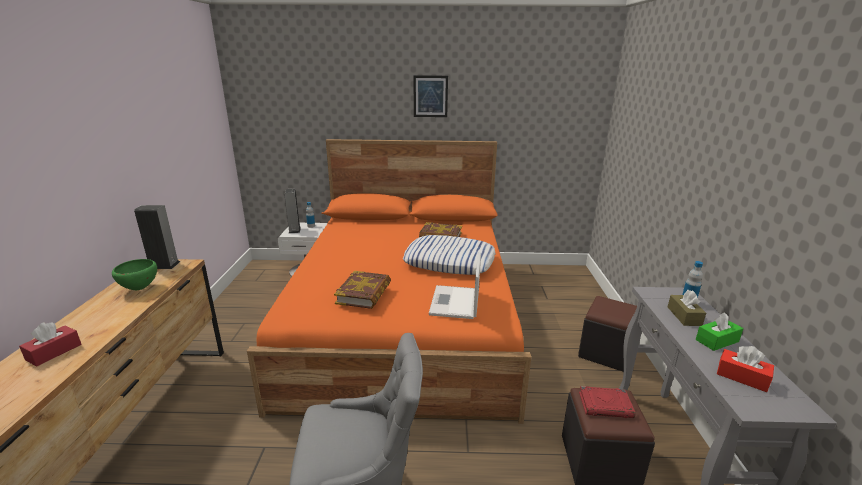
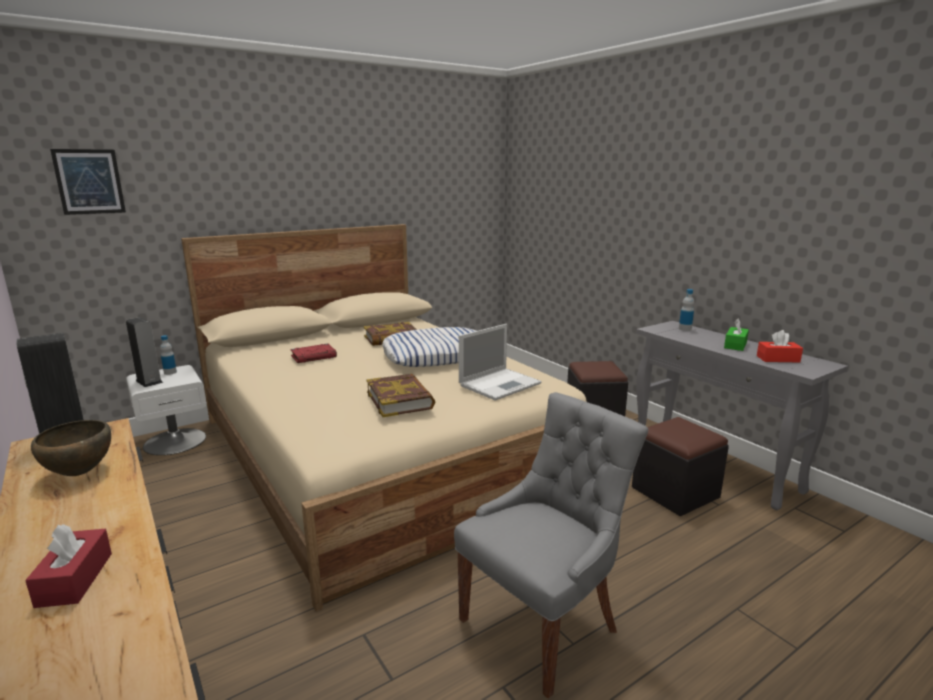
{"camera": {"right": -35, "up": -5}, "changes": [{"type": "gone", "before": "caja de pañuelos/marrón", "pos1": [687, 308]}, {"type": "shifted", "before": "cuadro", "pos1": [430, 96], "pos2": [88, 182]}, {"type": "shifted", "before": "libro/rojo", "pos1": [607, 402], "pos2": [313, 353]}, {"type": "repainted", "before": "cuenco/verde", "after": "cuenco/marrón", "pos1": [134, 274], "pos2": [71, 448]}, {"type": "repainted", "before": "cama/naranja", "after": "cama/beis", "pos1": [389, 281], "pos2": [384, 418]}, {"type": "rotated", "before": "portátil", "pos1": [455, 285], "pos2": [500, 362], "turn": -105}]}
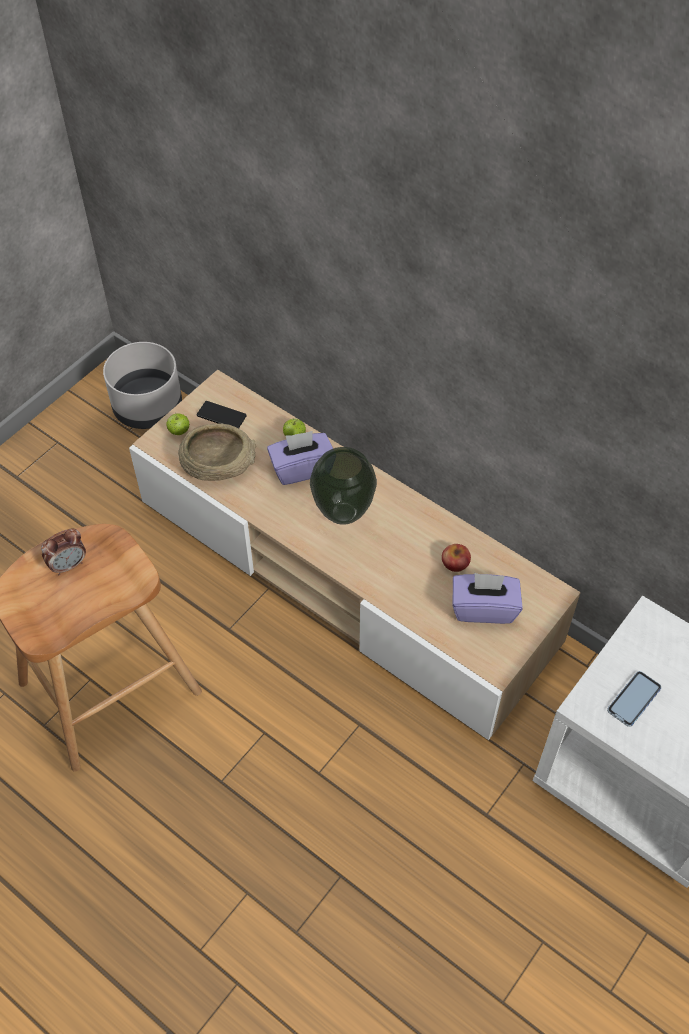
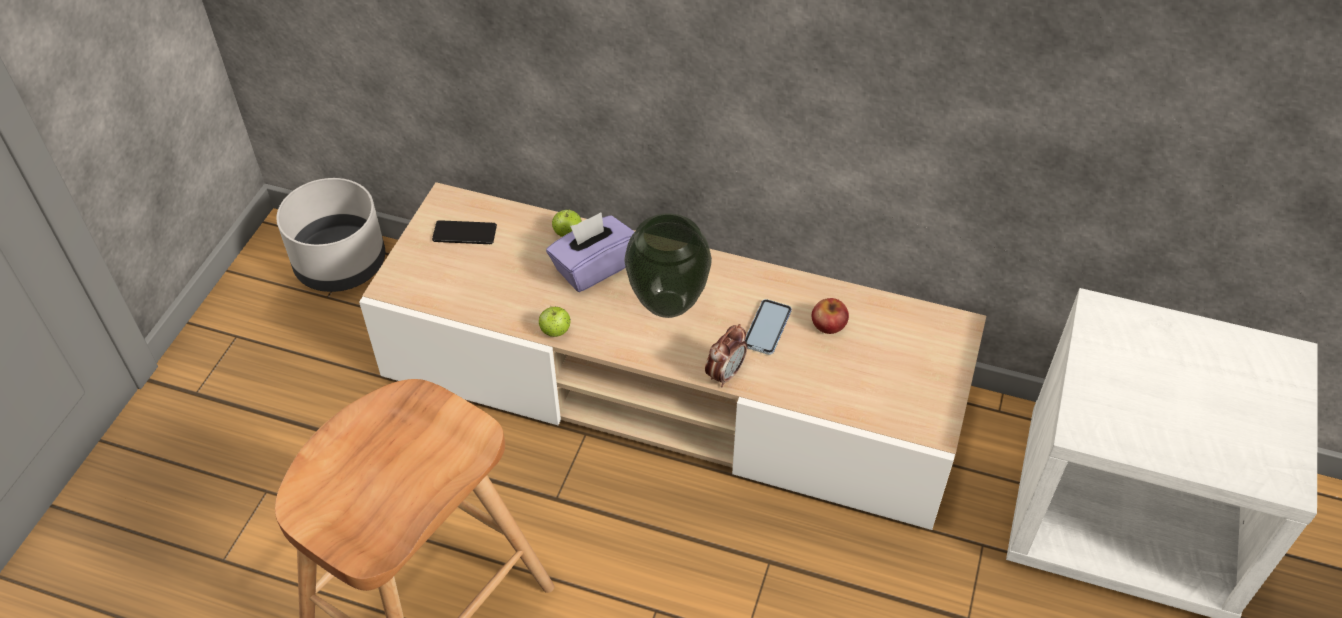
{"camera": {"right": -20, "up": -5}, "changes": [{"type": "gone", "before": "cuenco/beis", "pos1": [217, 452]}, {"type": "gone", "before": "caja de pañuelos/morado", "pos1": [488, 598]}, {"type": "shifted", "before": "despertador", "pos1": [63, 552], "pos2": [726, 356]}, {"type": "shifted", "before": "manzana", "pos1": [177, 423], "pos2": [554, 321]}, {"type": "shifted", "before": "móvil", "pos1": [634, 699], "pos2": [768, 327]}]}
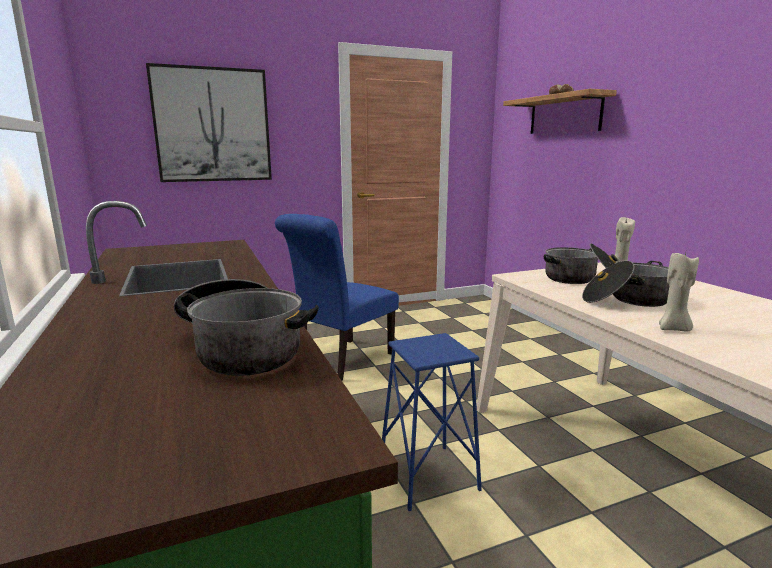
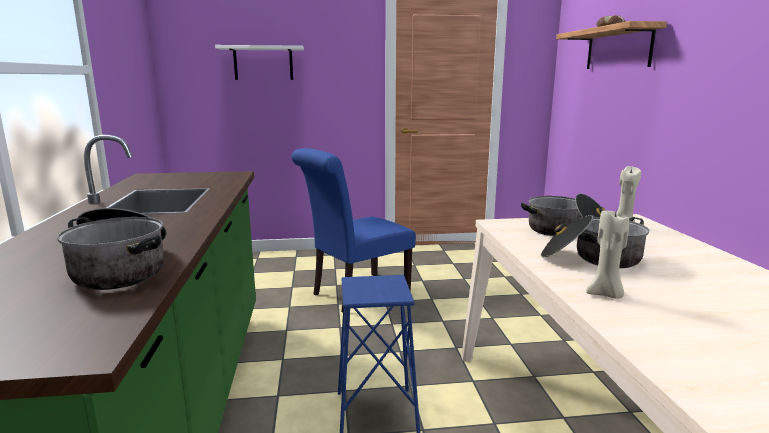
{"camera": {"right": 15, "up": 0}, "changes": [{"type": "swapped", "before": "cuadro", "after": "estante/blanco", "pos1": [209, 122], "pos2": [259, 62]}]}
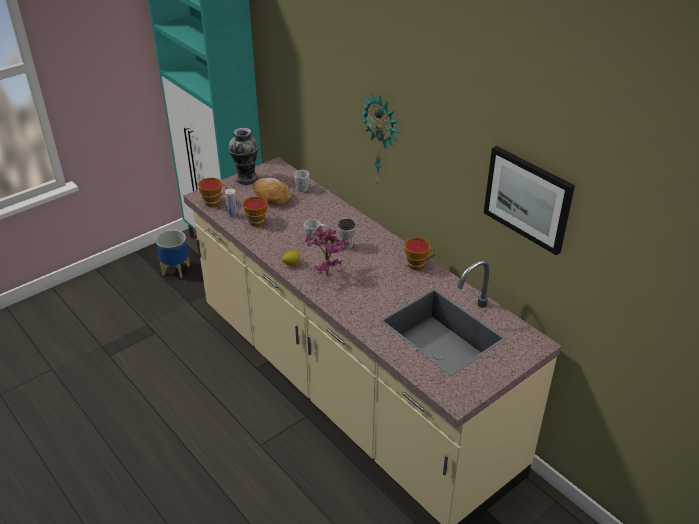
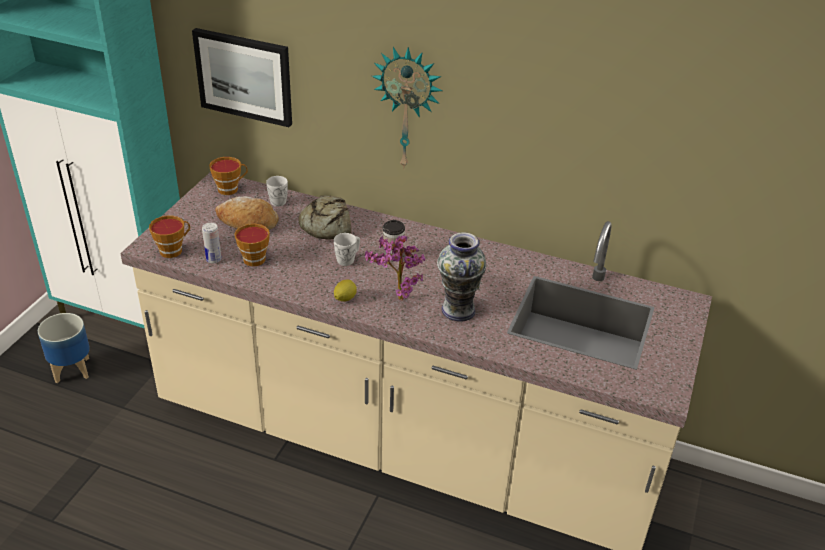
{"camera": {"right": -30, "up": 0}, "changes": [{"type": "new", "after": "pan", "pos2": [324, 217]}, {"type": "shifted", "before": "florero", "pos1": [243, 156], "pos2": [462, 277]}, {"type": "shifted", "before": "taza", "pos1": [419, 254], "pos2": [228, 176]}, {"type": "shifted", "before": "cuadro", "pos1": [529, 200], "pos2": [242, 77]}]}
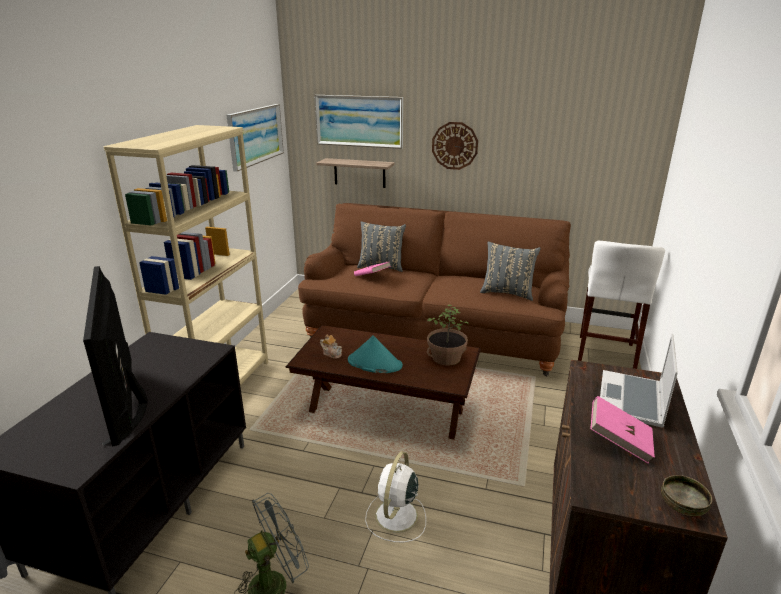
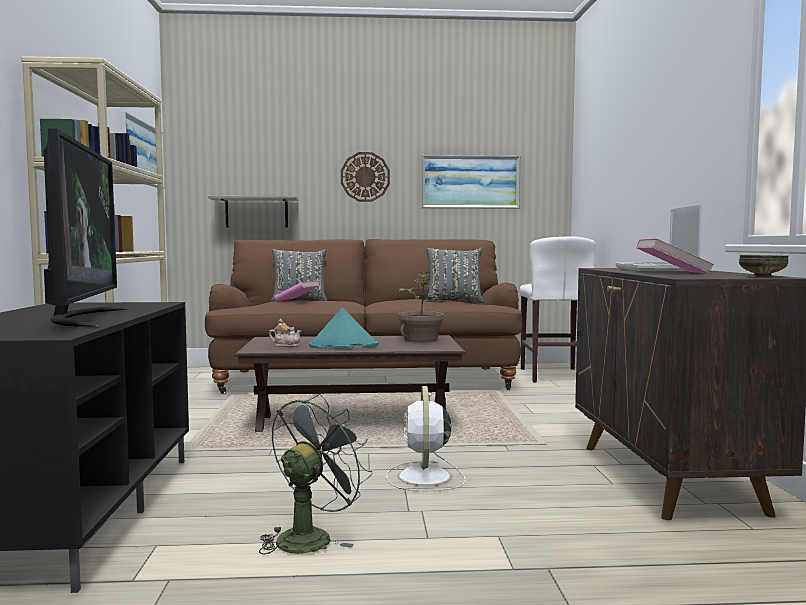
{"camera": {"right": -20, "up": -20}, "changes": [{"type": "shifted", "before": "cuadro", "pos1": [358, 122], "pos2": [471, 182]}, {"type": "rotated", "before": "televisor", "pos1": [115, 356], "pos2": [85, 227], "turn": -150}]}
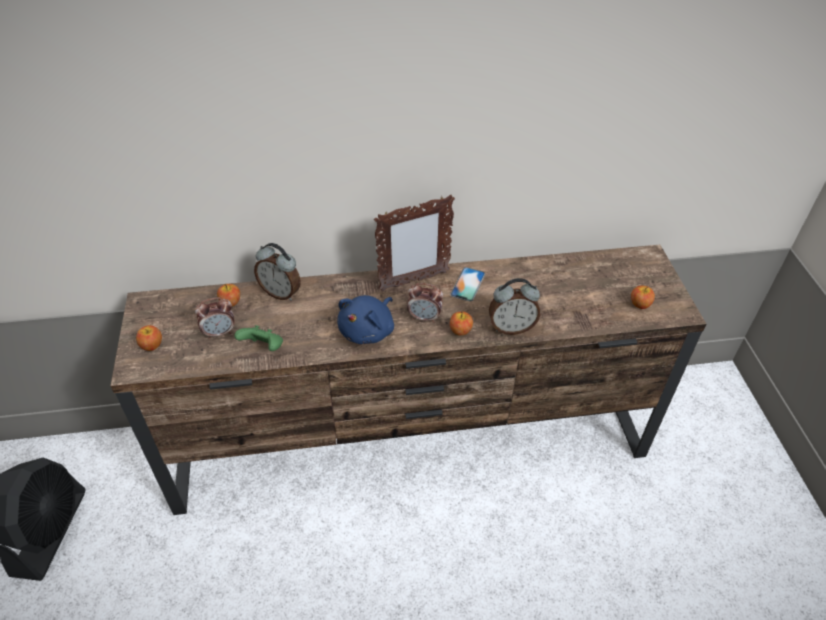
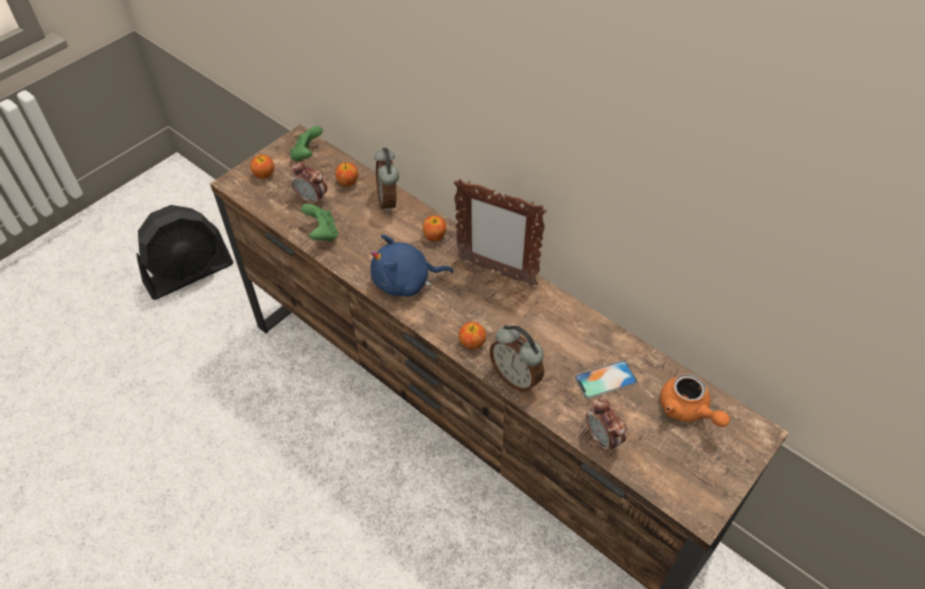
{"camera": {"right": 50, "up": 5}, "changes": [{"type": "new", "after": "mando de consola/verde", "pos2": [306, 144]}, {"type": "new", "after": "tetera/naranja", "pos2": [695, 400]}, {"type": "shifted", "before": "despertador", "pos1": [425, 303], "pos2": [606, 425]}, {"type": "shifted", "before": "móvil", "pos1": [467, 284], "pos2": [606, 379]}, {"type": "shifted", "before": "manzana", "pos1": [643, 297], "pos2": [434, 228]}]}
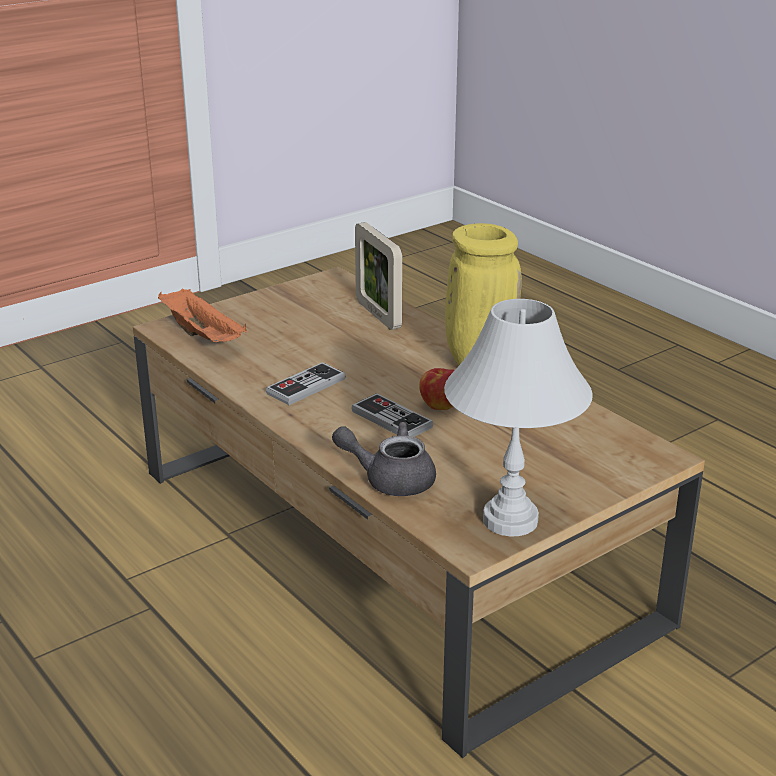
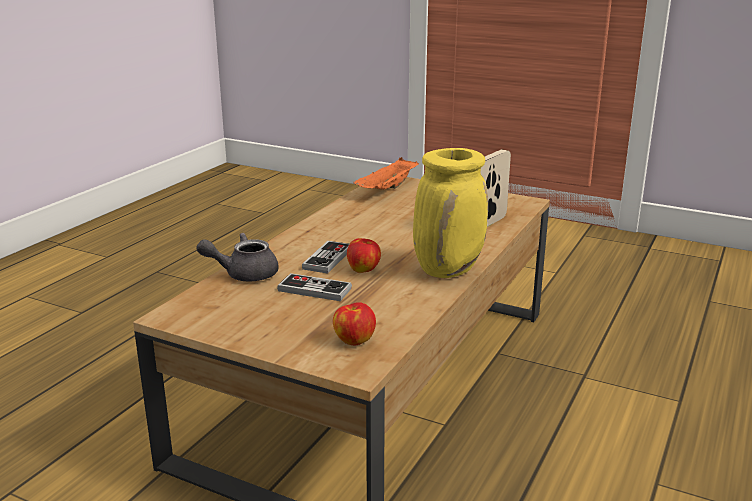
{"camera": {"right": 65, "up": -5}, "changes": [{"type": "gone", "before": "lámpara de mesa/blanco", "pos1": [518, 418]}, {"type": "new", "after": "manzana", "pos2": [354, 323]}, {"type": "shifted", "before": "mando de consola", "pos1": [305, 383], "pos2": [314, 287]}, {"type": "rotated", "before": "tetera/gris", "pos1": [384, 459], "pos2": [237, 257], "turn": -90}]}
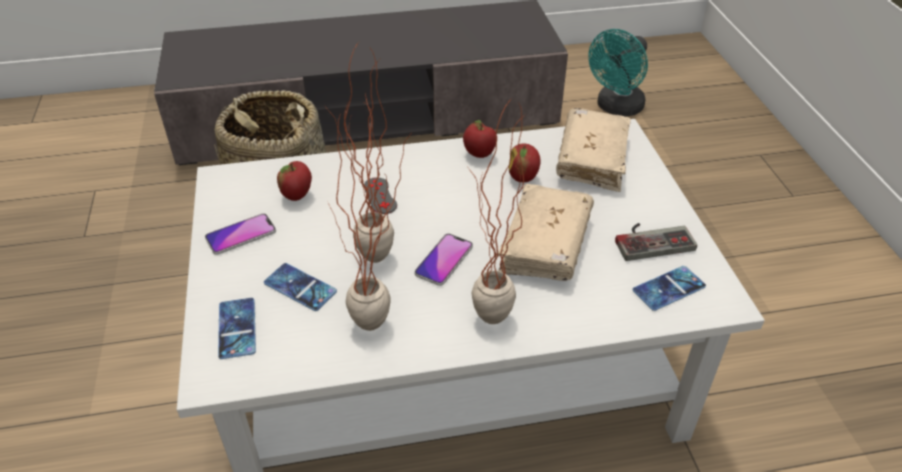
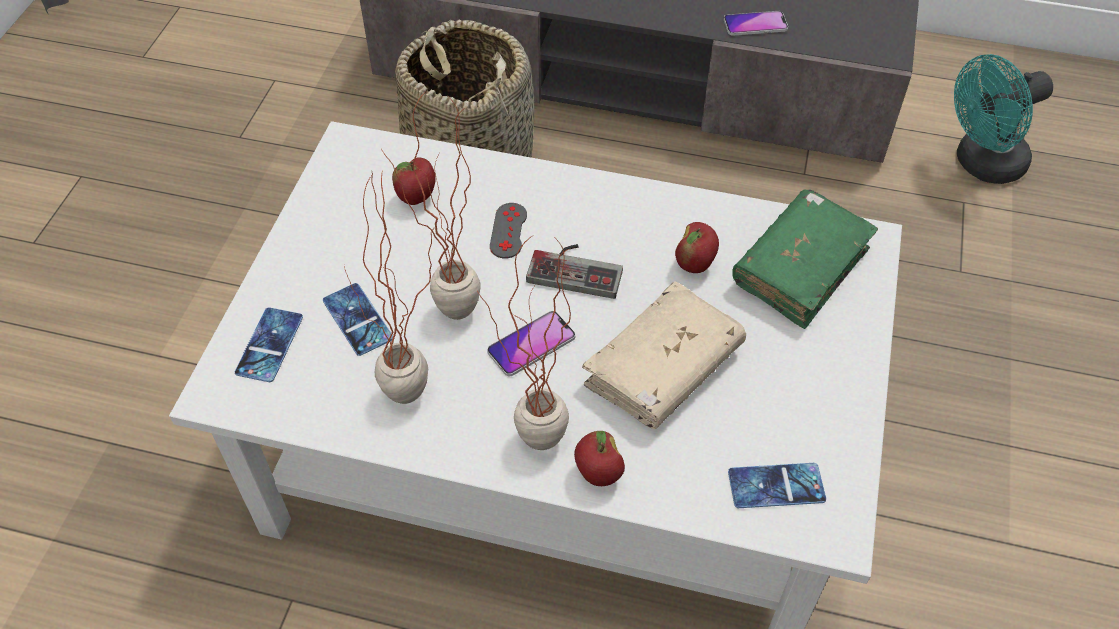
{"camera": {"right": 25, "up": 10}, "changes": [{"type": "shifted", "before": "móvil", "pos1": [240, 234], "pos2": [756, 23]}, {"type": "shifted", "before": "manzana", "pos1": [480, 139], "pos2": [599, 458]}, {"type": "shifted", "before": "mando de consola", "pos1": [656, 242], "pos2": [574, 271]}, {"type": "repainted", "before": "libro/beis", "after": "libro/verde", "pos1": [593, 150], "pos2": [805, 259]}]}
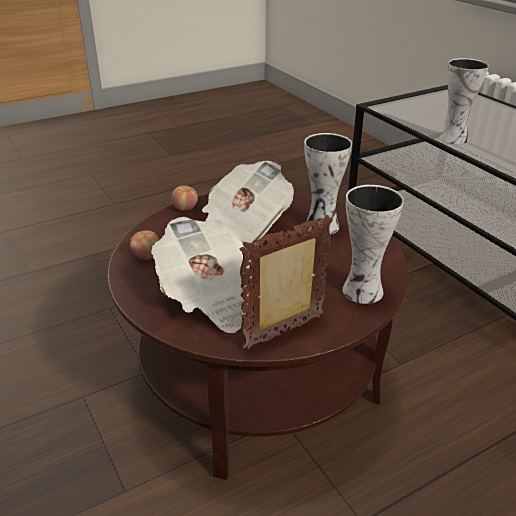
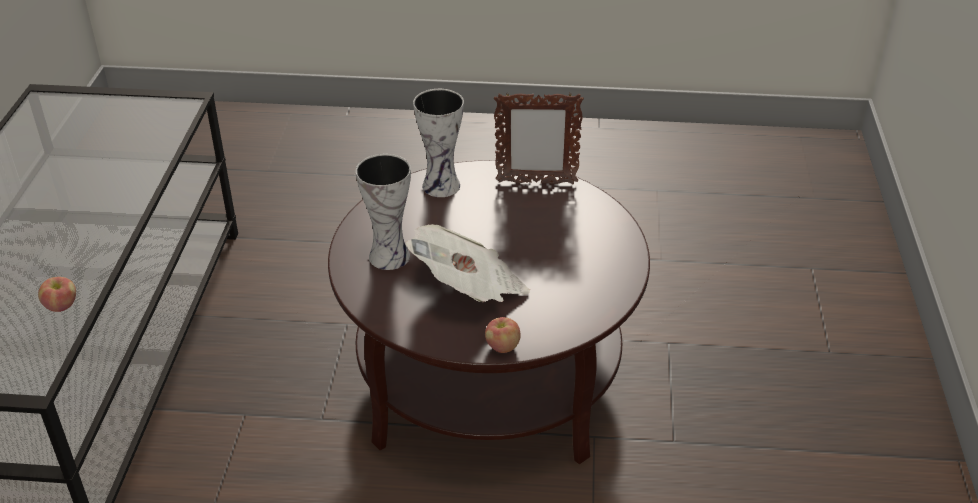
{"camera": {"right": -145, "up": 5}, "changes": [{"type": "gone", "before": "periódico", "pos1": [202, 275]}, {"type": "gone", "before": "florero", "pos1": [464, 101]}, {"type": "shifted", "before": "manzana", "pos1": [144, 245], "pos2": [57, 294]}]}
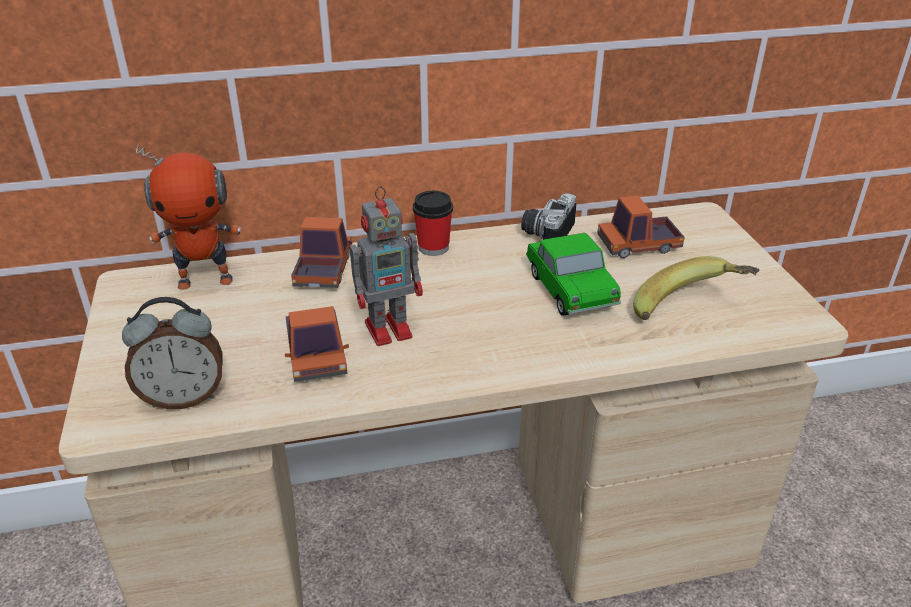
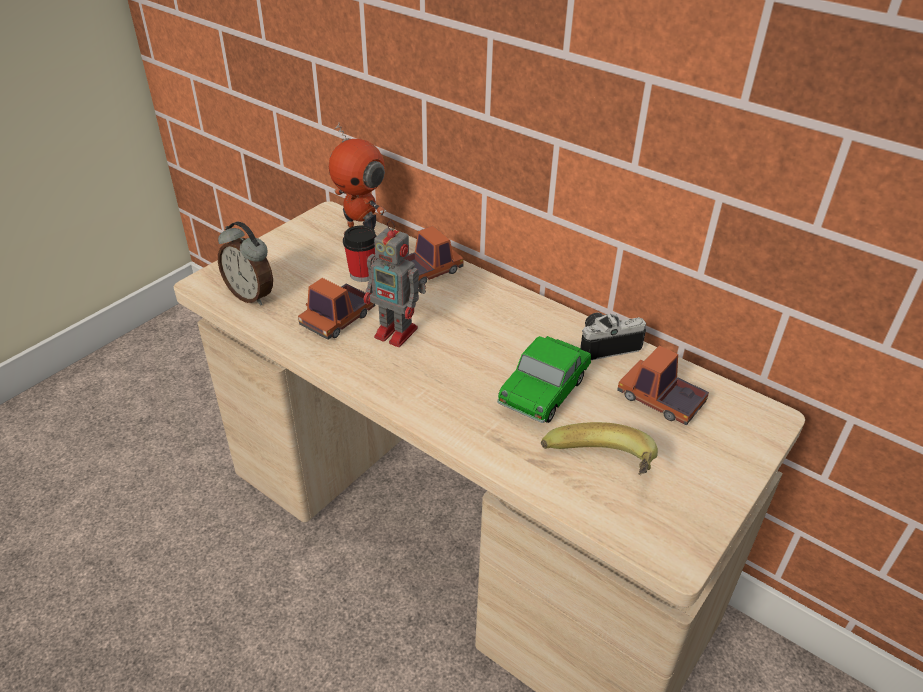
{"camera": {"right": 50, "up": 5}, "changes": [{"type": "shifted", "before": "taza", "pos1": [433, 223], "pos2": [360, 254]}]}
